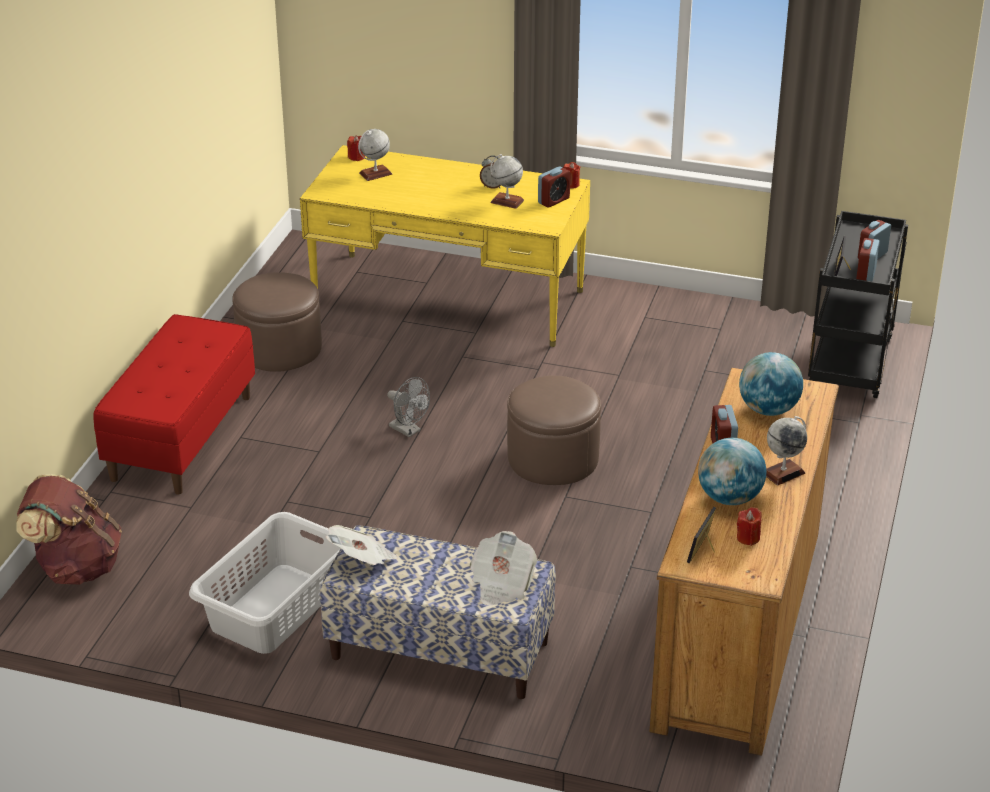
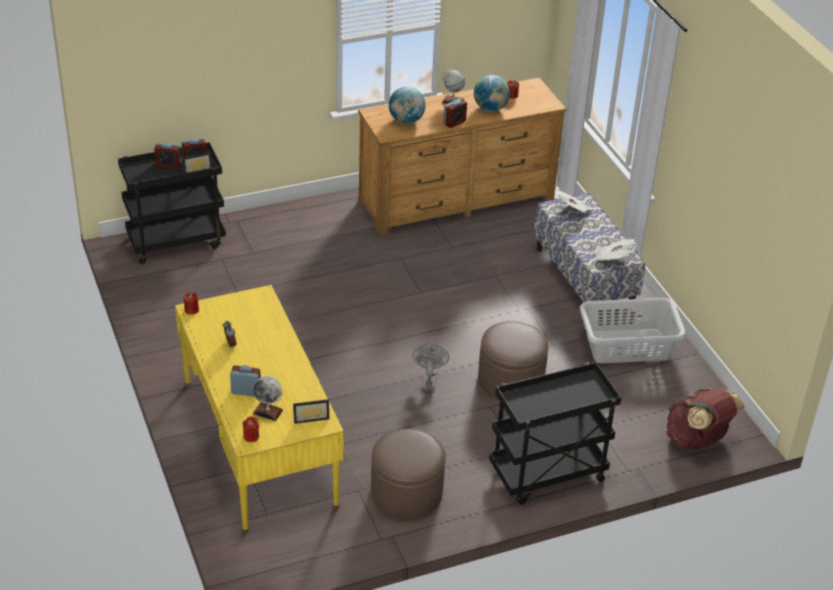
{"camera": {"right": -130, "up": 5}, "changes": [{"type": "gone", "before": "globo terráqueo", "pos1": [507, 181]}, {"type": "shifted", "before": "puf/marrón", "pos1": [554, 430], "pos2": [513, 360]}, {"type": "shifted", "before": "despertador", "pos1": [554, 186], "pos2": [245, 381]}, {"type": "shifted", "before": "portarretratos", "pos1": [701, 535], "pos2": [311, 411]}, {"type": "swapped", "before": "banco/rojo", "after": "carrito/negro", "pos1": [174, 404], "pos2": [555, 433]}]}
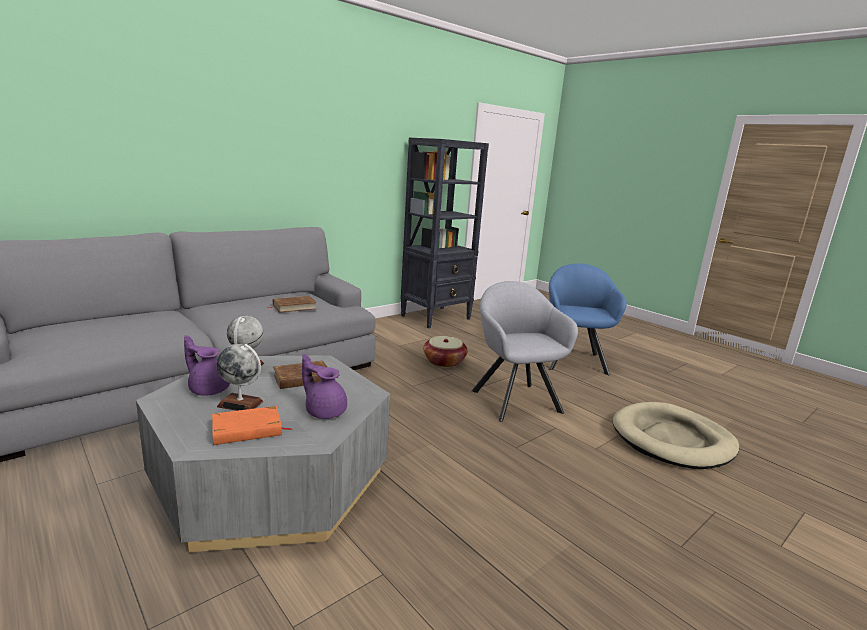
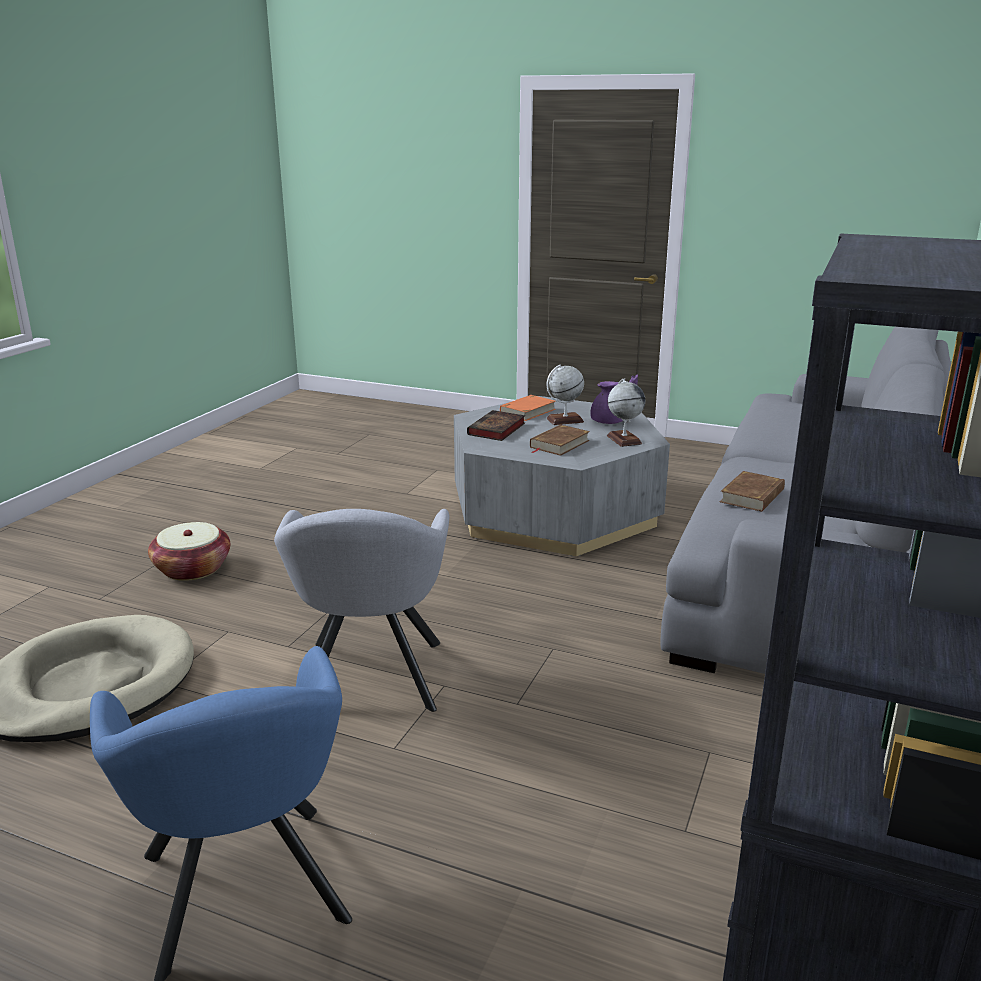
{"camera": {"right": 155, "up": 5}, "changes": [{"type": "shifted", "before": "cesta", "pos1": [445, 351], "pos2": [189, 551]}, {"type": "swapped", "before": "tetera/morado", "after": "libro", "pos1": [324, 386], "pos2": [496, 425]}, {"type": "rotated", "before": "sillón/gris", "pos1": [524, 351], "pos2": [361, 610], "turn": 45}]}
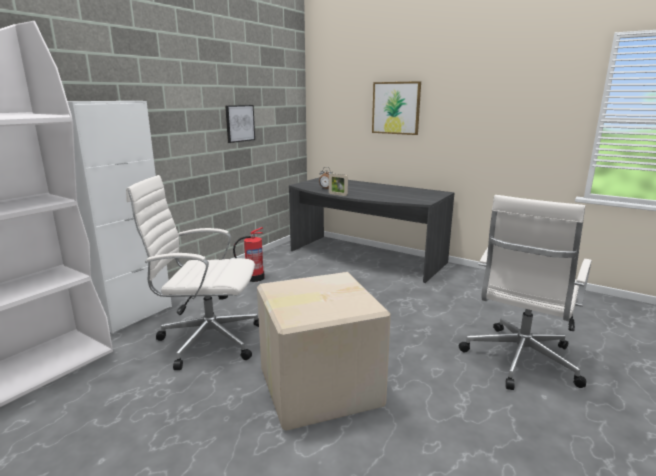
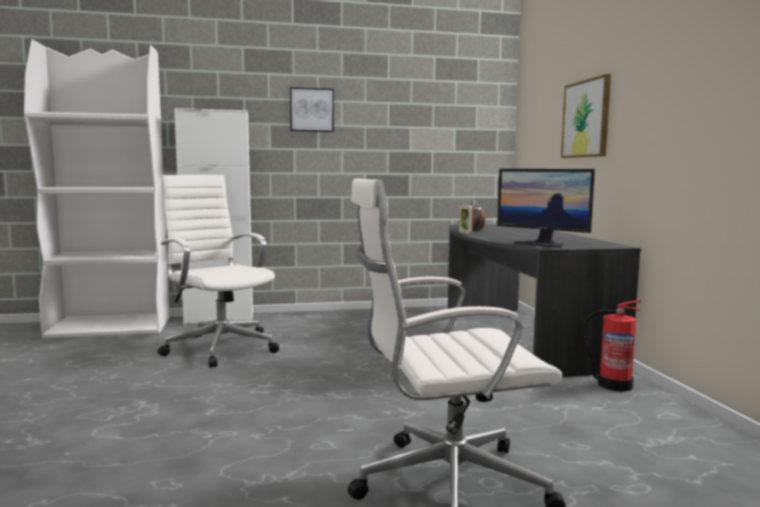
{"camera": {"right": 45, "up": -10}, "changes": [{"type": "gone", "before": "caja de cartón", "pos1": [324, 351]}, {"type": "new", "after": "monitor", "pos2": [546, 208]}, {"type": "shifted", "before": "cuadro", "pos1": [240, 124], "pos2": [312, 109]}, {"type": "shifted", "before": "extintor", "pos1": [249, 254], "pos2": [612, 345]}]}
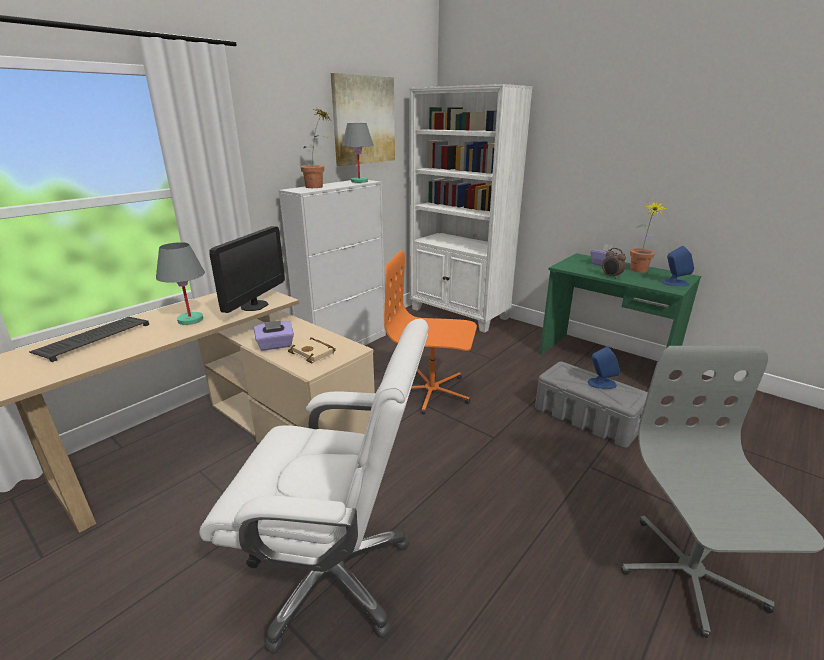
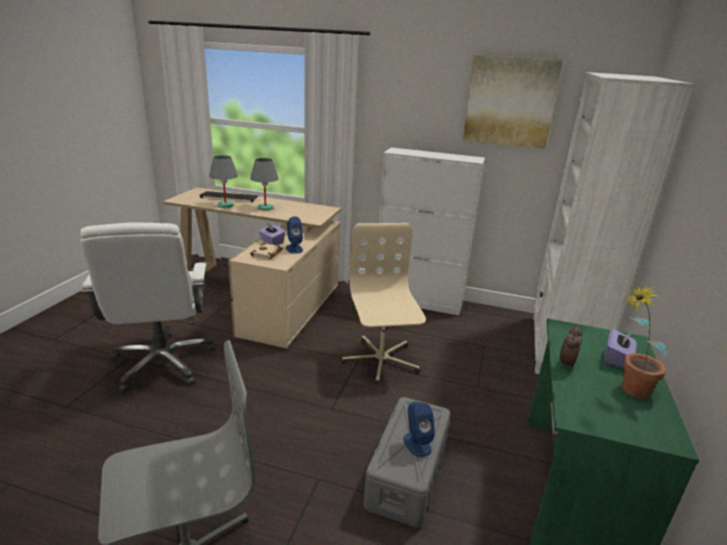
{"camera": {"right": 65, "up": 0}, "changes": [{"type": "gone", "before": "monitor", "pos1": [247, 269]}, {"type": "gone", "before": "planta en maceta", "pos1": [316, 148]}, {"type": "shifted", "before": "lámpara de mesa/gris", "pos1": [358, 153], "pos2": [223, 181]}, {"type": "shifted", "before": "altavoz/azul", "pos1": [678, 266], "pos2": [294, 235]}, {"type": "repainted", "before": "silla de oficina/naranja", "after": "silla de oficina/beis", "pos1": [430, 332], "pos2": [383, 304]}]}
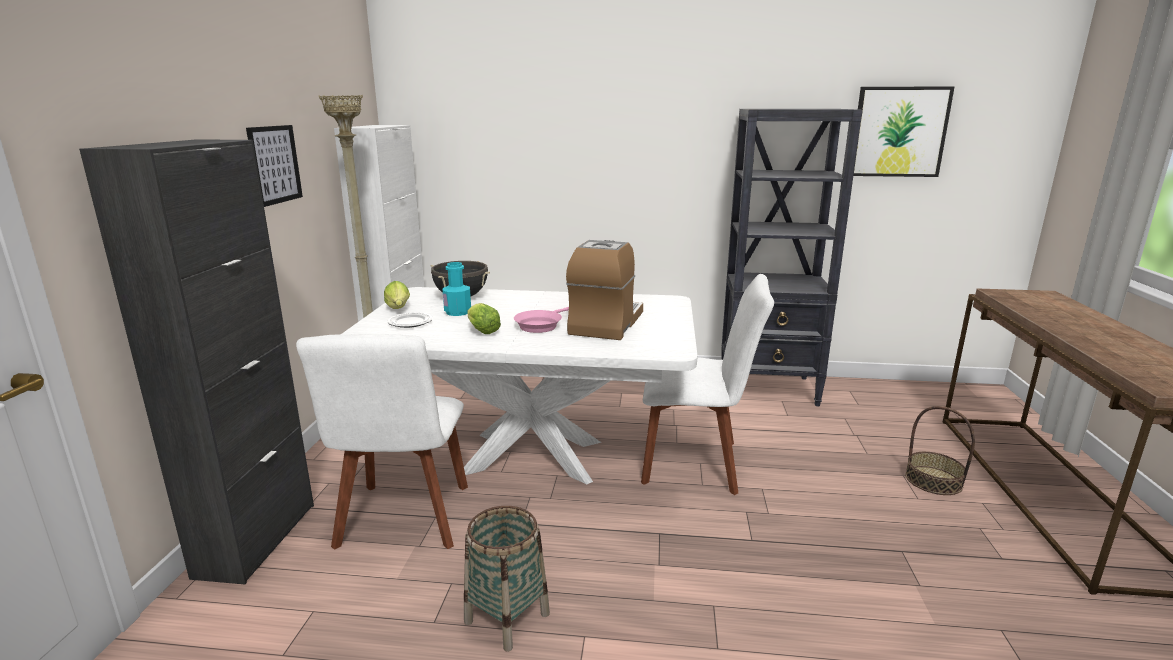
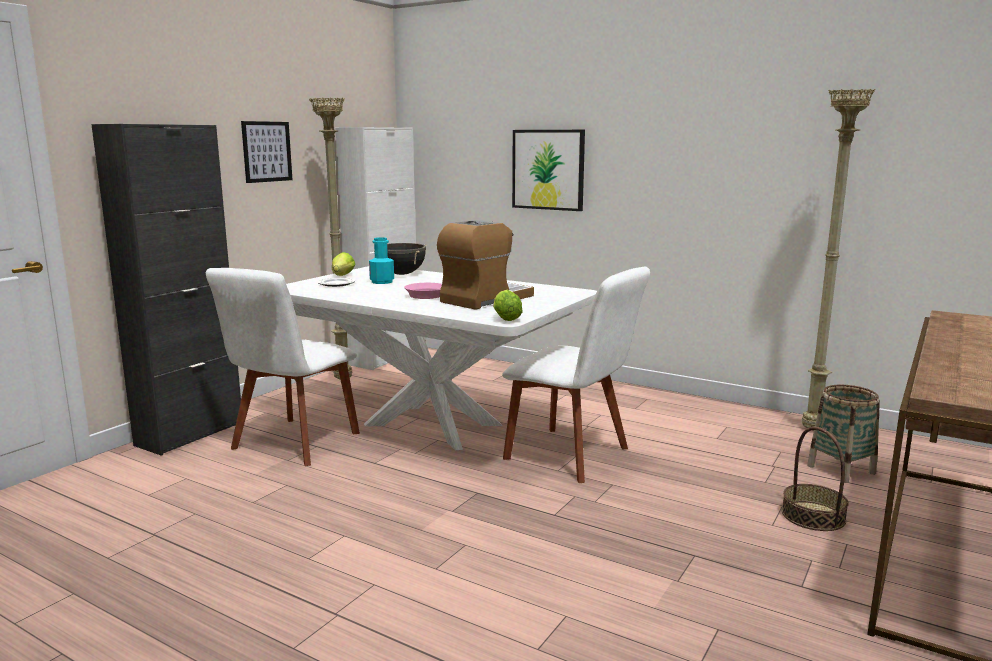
{"camera": {"right": 25, "up": -5}, "changes": [{"type": "gone", "before": "estantería/negro", "pos1": [792, 257]}, {"type": "new", "after": "lámpara de pie/beis", "pos2": [838, 258]}, {"type": "shifted", "before": "cesta", "pos1": [507, 579], "pos2": [843, 433]}, {"type": "shifted", "before": "lechuga", "pos1": [484, 318], "pos2": [508, 305]}, {"type": "shifted", "before": "cuadro", "pos1": [903, 132], "pos2": [548, 170]}]}
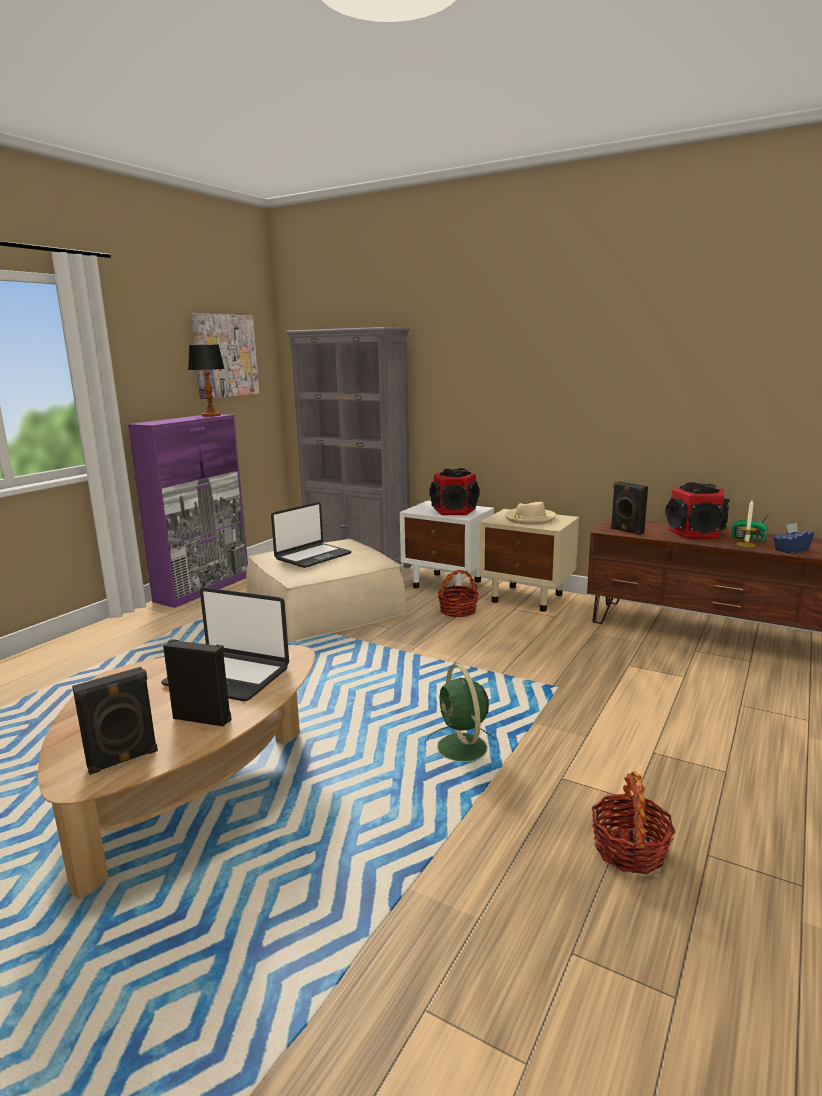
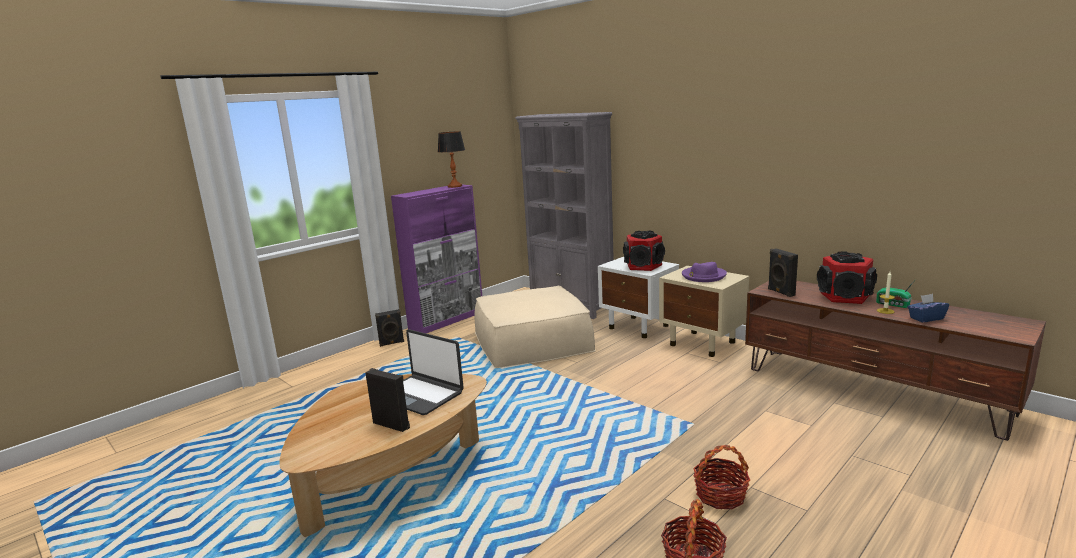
{"camera": {"right": 15, "up": 0}, "changes": [{"type": "gone", "before": "cuadro", "pos1": [225, 356]}, {"type": "gone", "before": "portátil", "pos1": [311, 535]}, {"type": "gone", "before": "ventilador/verde", "pos1": [460, 713]}, {"type": "shifted", "before": "altavoz/negro", "pos1": [115, 721], "pos2": [389, 328]}, {"type": "shifted", "before": "cesta", "pos1": [458, 593], "pos2": [721, 477]}, {"type": "repainted", "before": "sombrero/beis", "after": "sombrero/morado", "pos1": [530, 513], "pos2": [704, 272]}]}
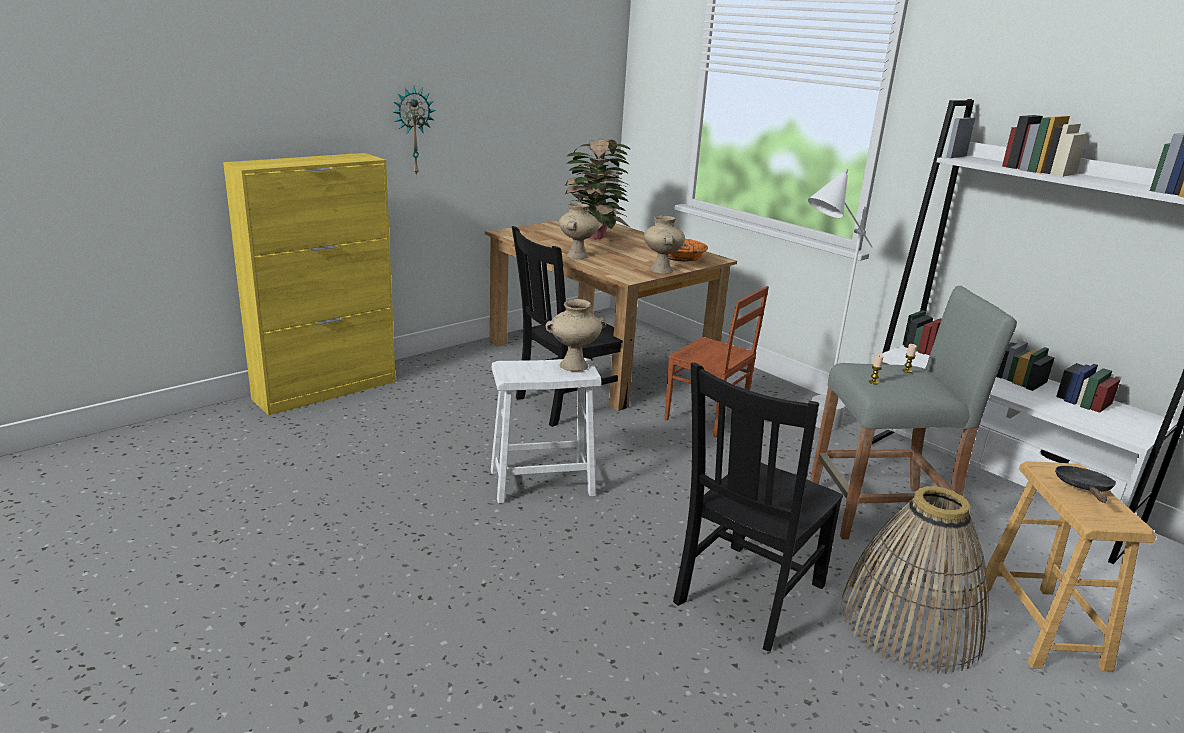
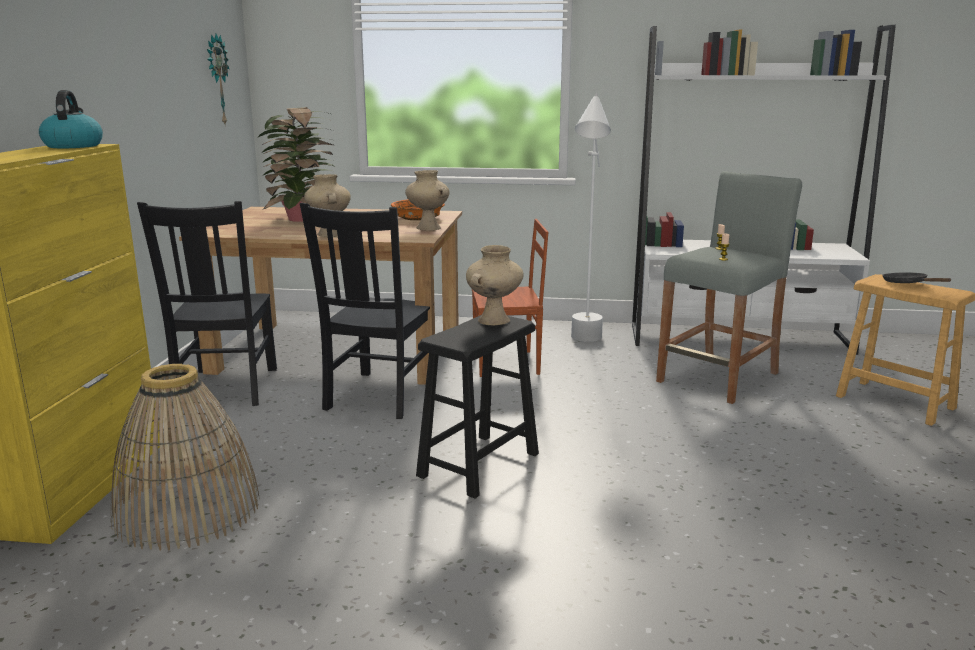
{"camera": {"right": -40, "up": -5}, "changes": [{"type": "new", "after": "hervidor", "pos2": [71, 119]}, {"type": "shifted", "before": "reloj de pared", "pos1": [414, 131], "pos2": [218, 79]}, {"type": "shifted", "before": "silla/negro", "pos1": [758, 507], "pos2": [207, 303]}, {"type": "shifted", "before": "cesta", "pos1": [914, 580], "pos2": [185, 457]}, {"type": "repainted", "before": "taburete/blanco", "after": "taburete/negro", "pos1": [546, 430], "pos2": [477, 406]}]}
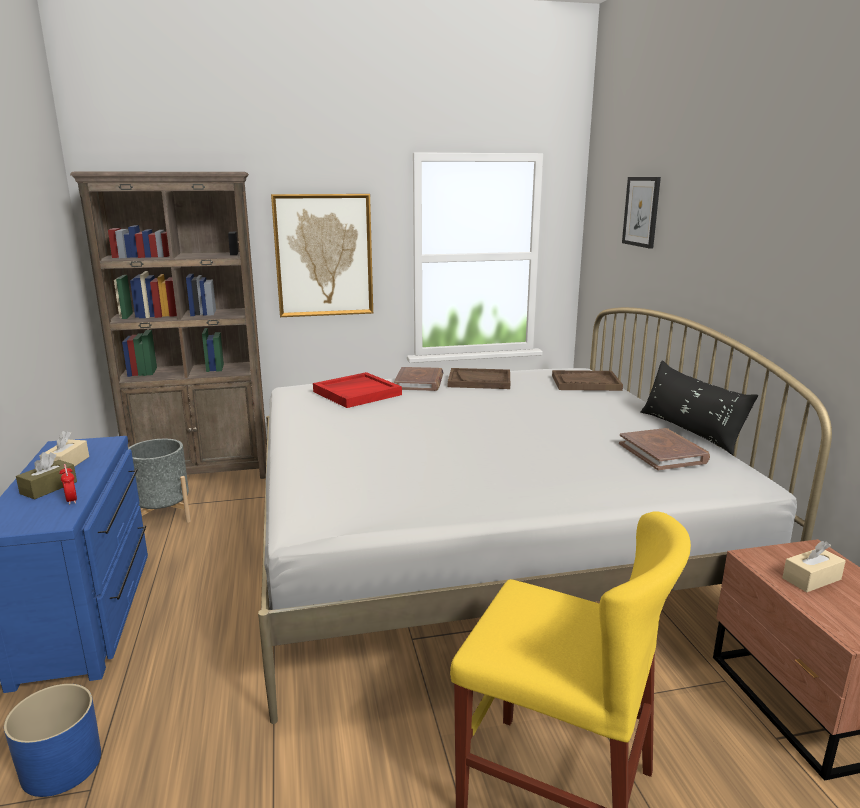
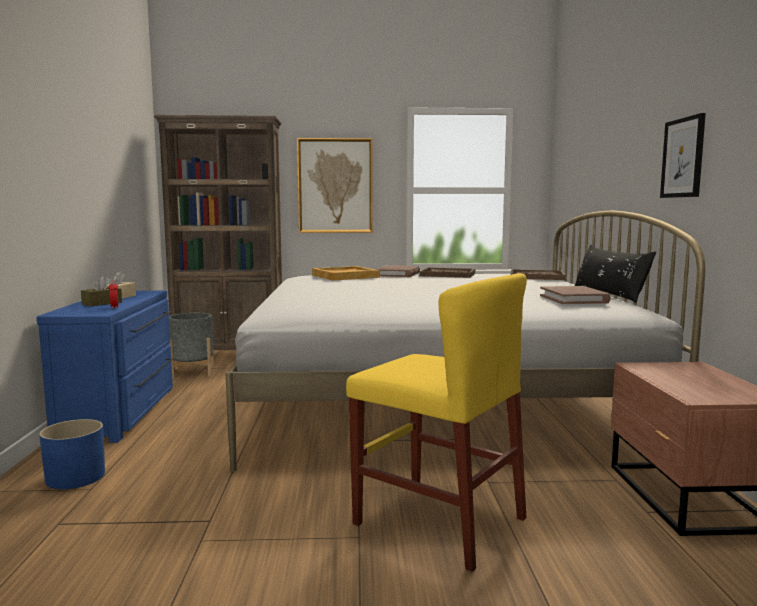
{"camera": {"right": 10, "up": -10}, "changes": [{"type": "gone", "before": "caja de pañuelos/beis", "pos1": [814, 566]}, {"type": "shifted", "before": "cuadro", "pos1": [641, 213], "pos2": [683, 155]}, {"type": "repainted", "before": "bandeja/rojo", "after": "bandeja/beis", "pos1": [357, 390], "pos2": [346, 273]}]}
